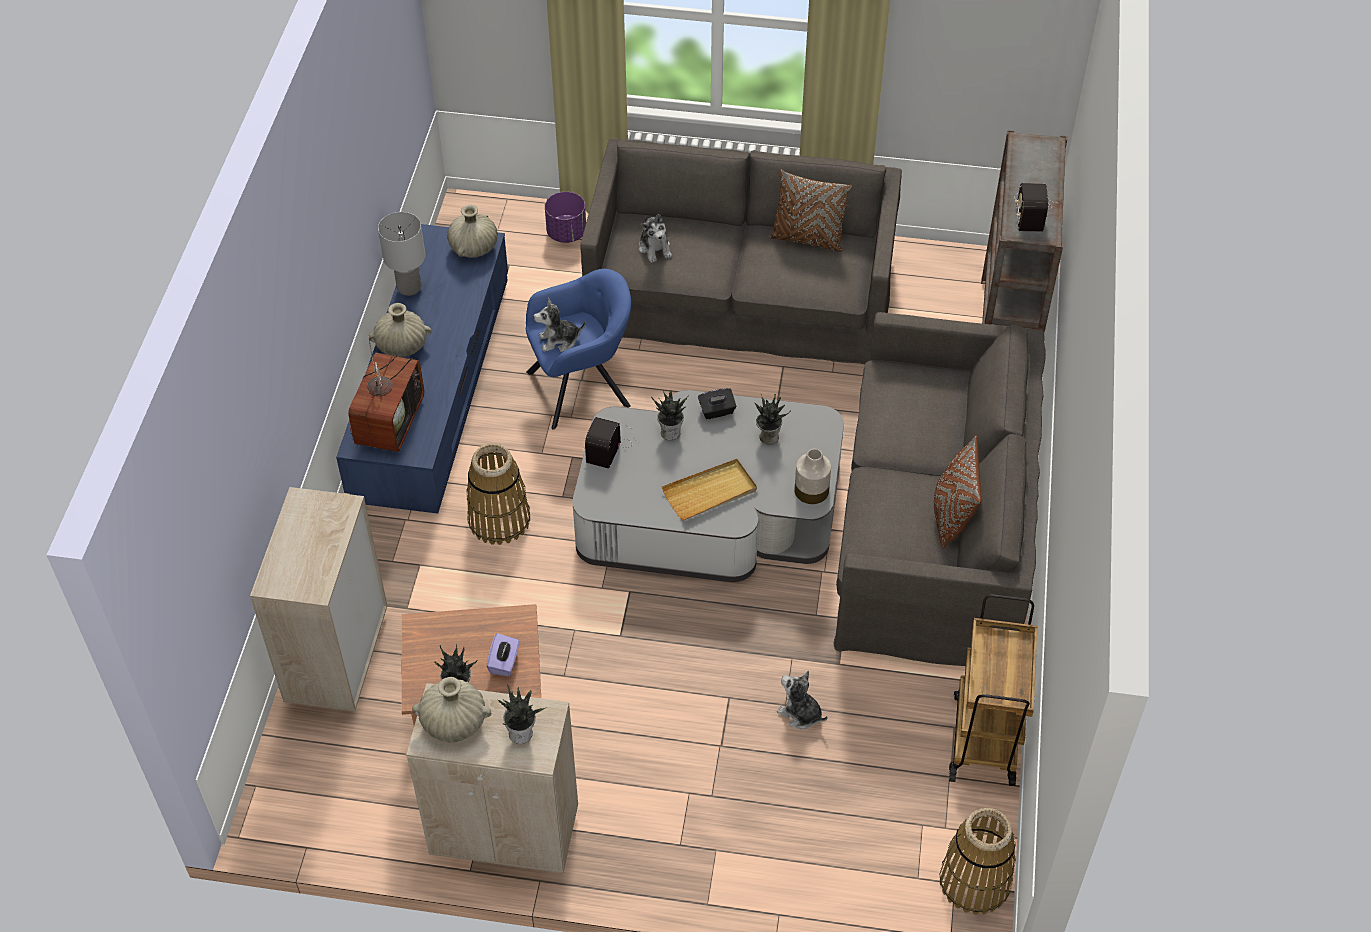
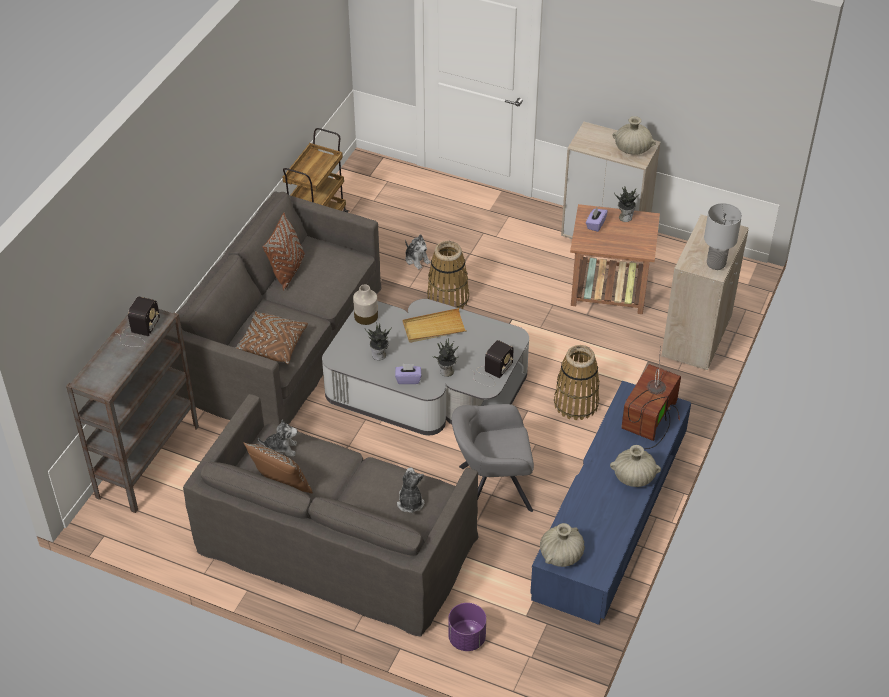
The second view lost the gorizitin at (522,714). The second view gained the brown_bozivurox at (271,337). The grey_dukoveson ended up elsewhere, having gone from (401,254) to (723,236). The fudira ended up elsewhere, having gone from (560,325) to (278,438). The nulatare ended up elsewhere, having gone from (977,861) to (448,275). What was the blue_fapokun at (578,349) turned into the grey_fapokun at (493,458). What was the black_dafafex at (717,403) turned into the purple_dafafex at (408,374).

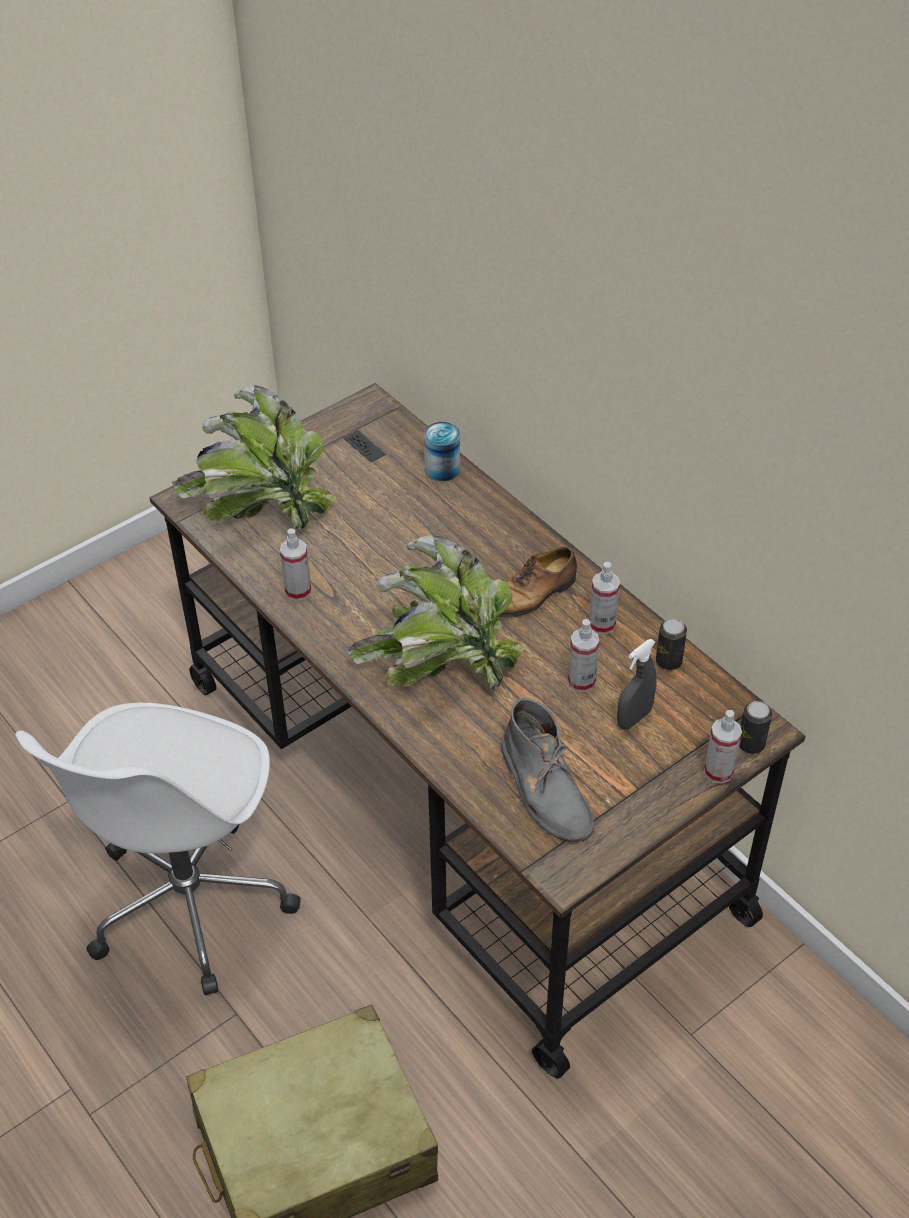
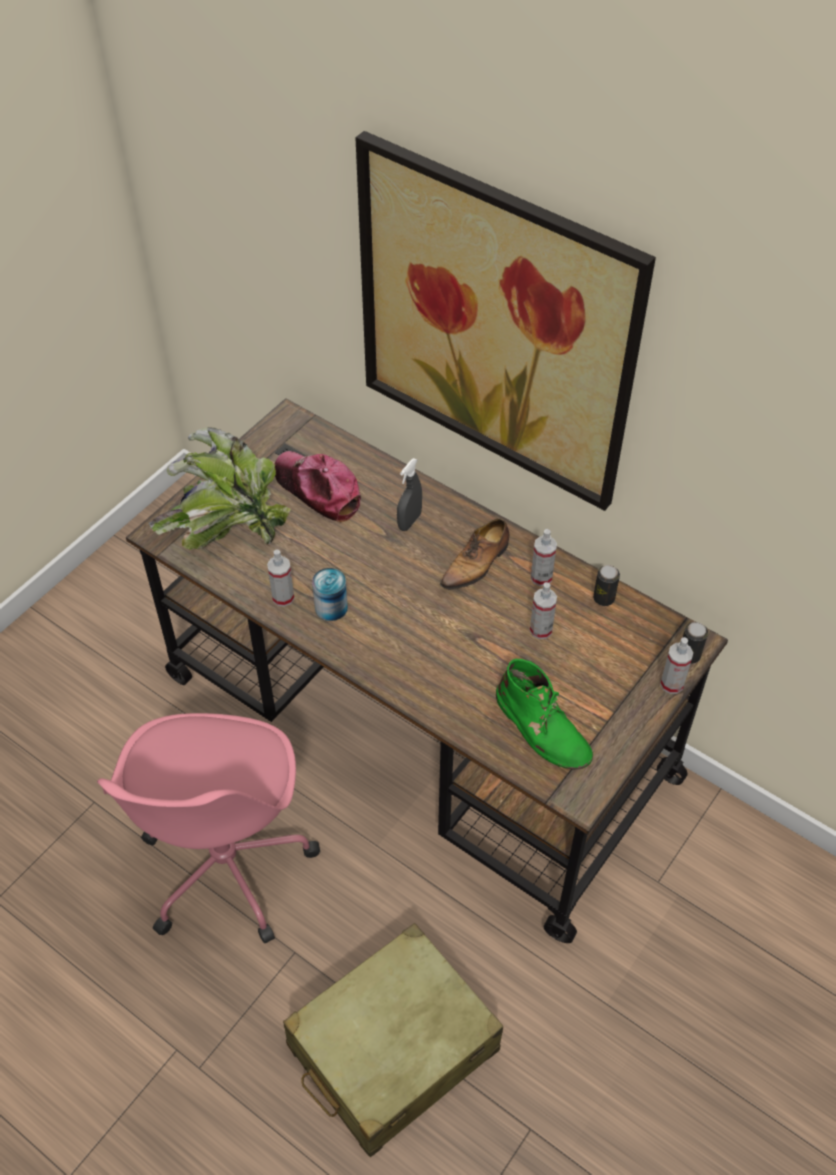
The second view lost the gorizitin at (435,612). The second view gained the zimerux at (318,486). The second view gained the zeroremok at (506,321). The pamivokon ended up elsewhere, having gone from (442,451) to (330,594). The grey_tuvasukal ended up elsewhere, having gone from (637,684) to (409,494). What was the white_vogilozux at (158,848) turned into the pink_vogilozux at (208,828). What was the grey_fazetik at (548,770) turned into the green_fazetik at (544,714).

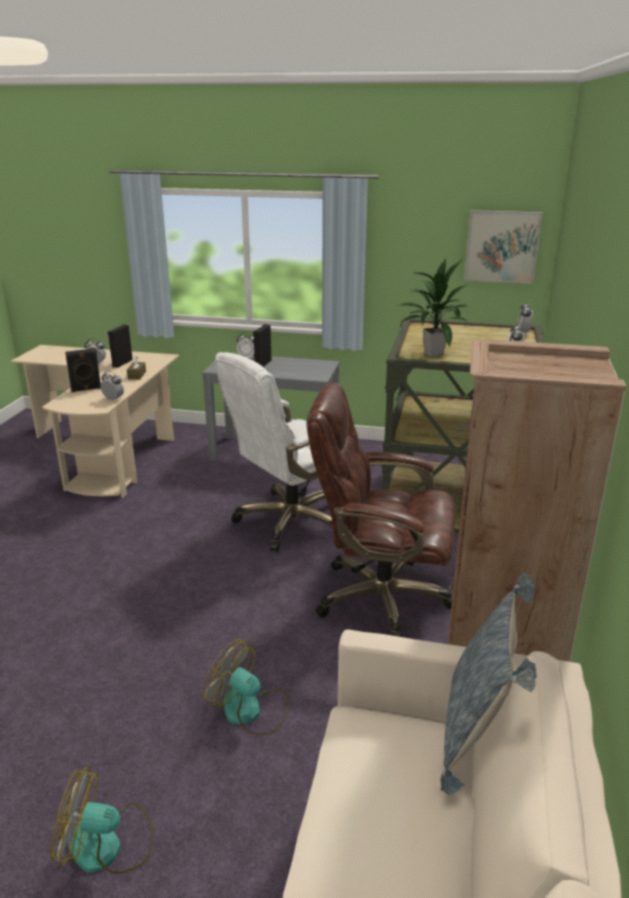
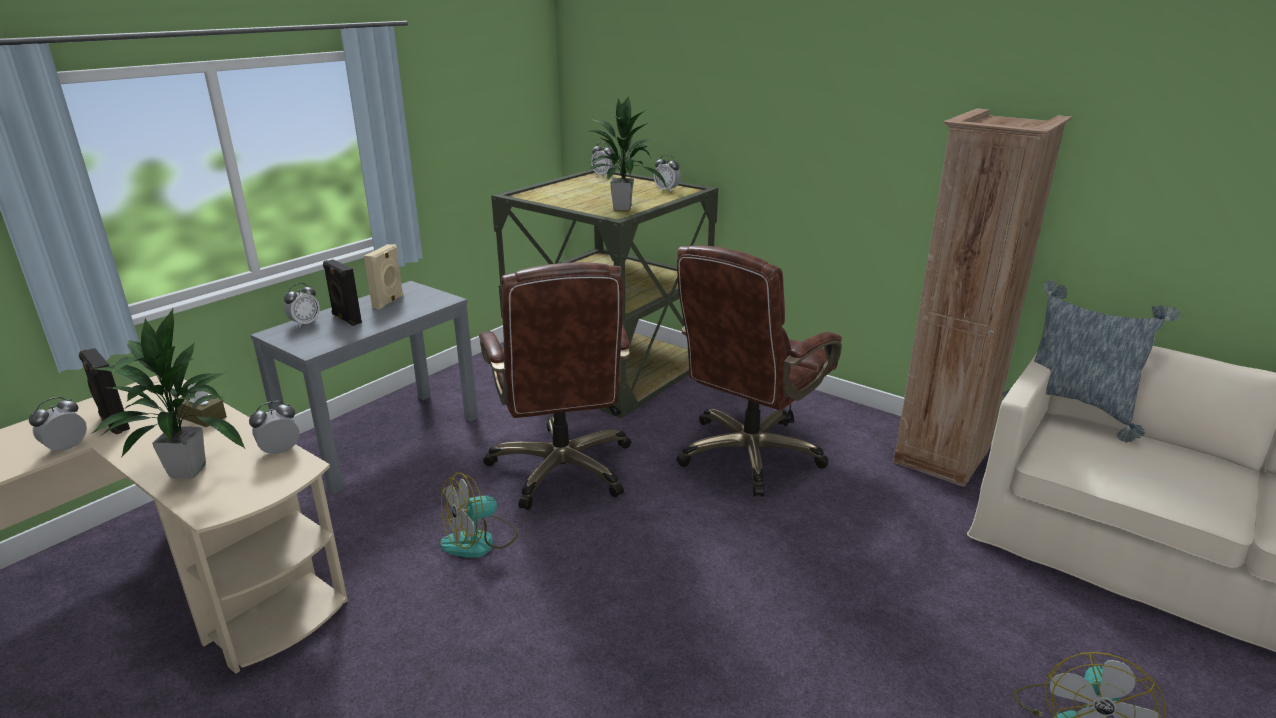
The second view lost the zeroremok at (503,247). The second view gained the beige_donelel at (384,276). The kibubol ended up elsewhere, having gone from (245,687) to (479,515). Where the black_donelel stood at (83,370), the gorizitin came to stand at (168,393). What was the white_vogilozux at (274,452) turned into the brown_vogilozux at (555,386).

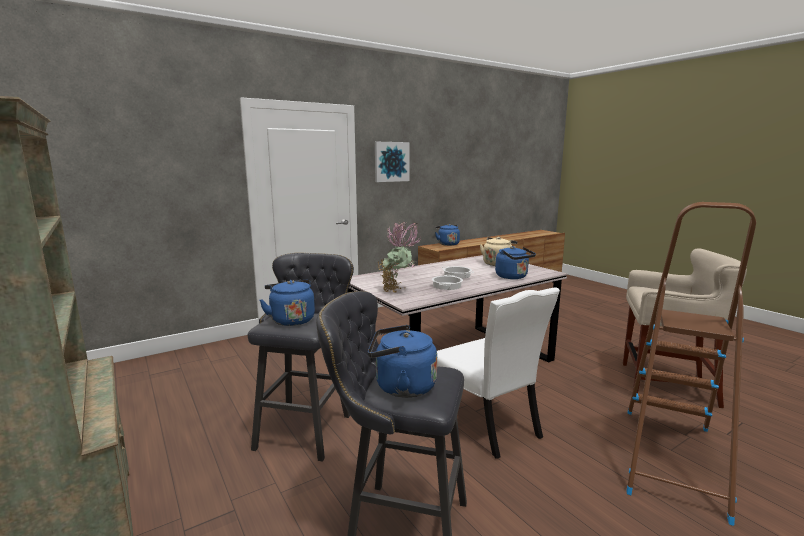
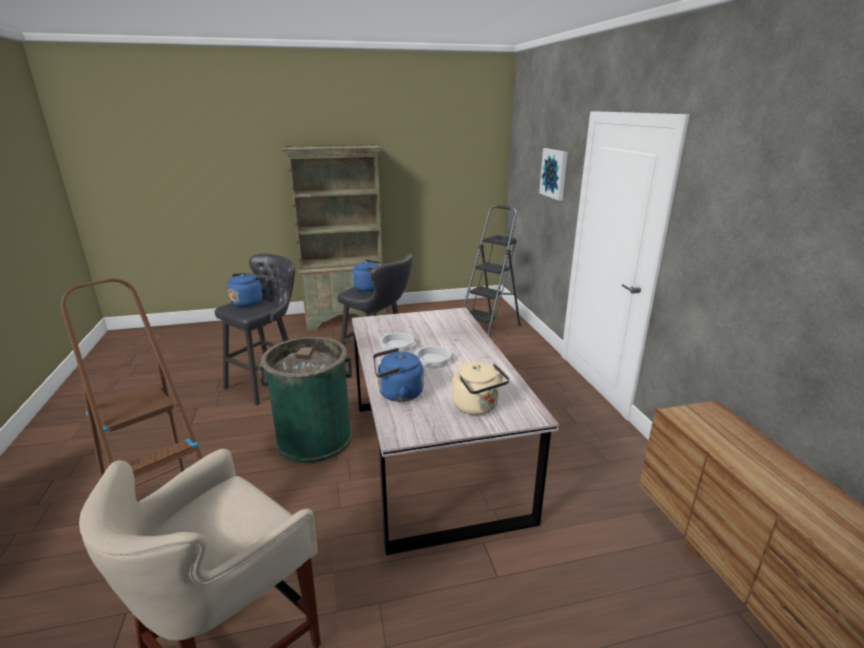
The second view lost the gorizitin at (399,257). The second view lost the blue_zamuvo at (447,235). The second view gained the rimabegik at (492,270). The zeroremok ended up elsewhere, having gone from (392,162) to (553,174). Where the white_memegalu stood at (498,373), the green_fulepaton came to stand at (305,400).

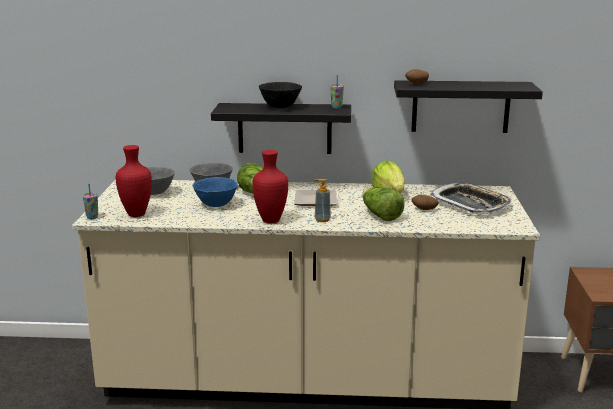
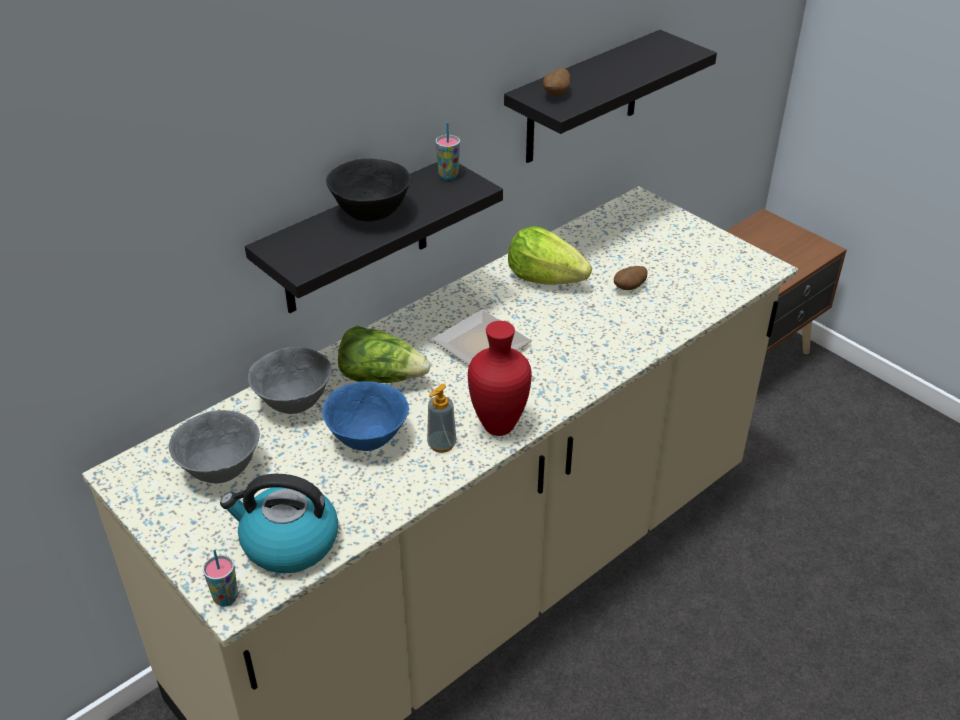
The second view lost the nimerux at (383,204). The second view lost the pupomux at (471,198). The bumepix ended up elsewhere, having gone from (323,200) to (441,418). Where the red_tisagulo stood at (134,181), the zamuvo came to stand at (279,523).

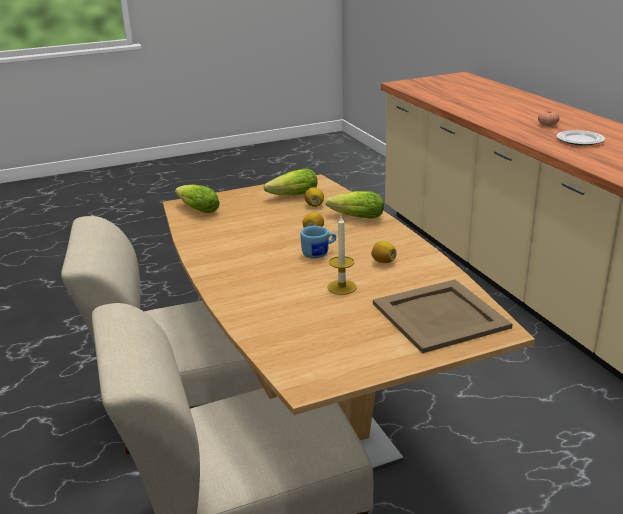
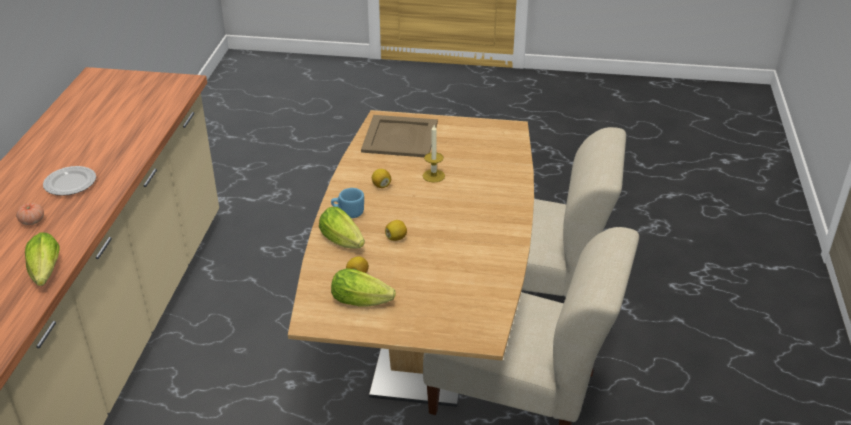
The nimerux ended up elsewhere, having gone from (197,198) to (42,259). The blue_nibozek ended up elsewhere, having gone from (318,242) to (347,203).

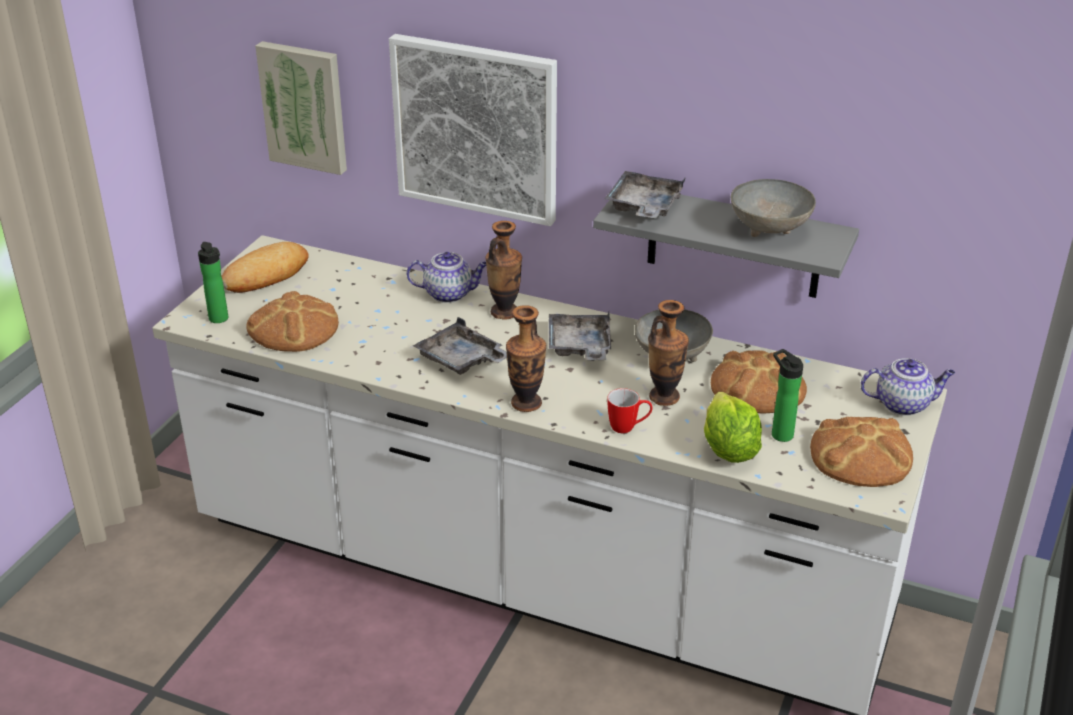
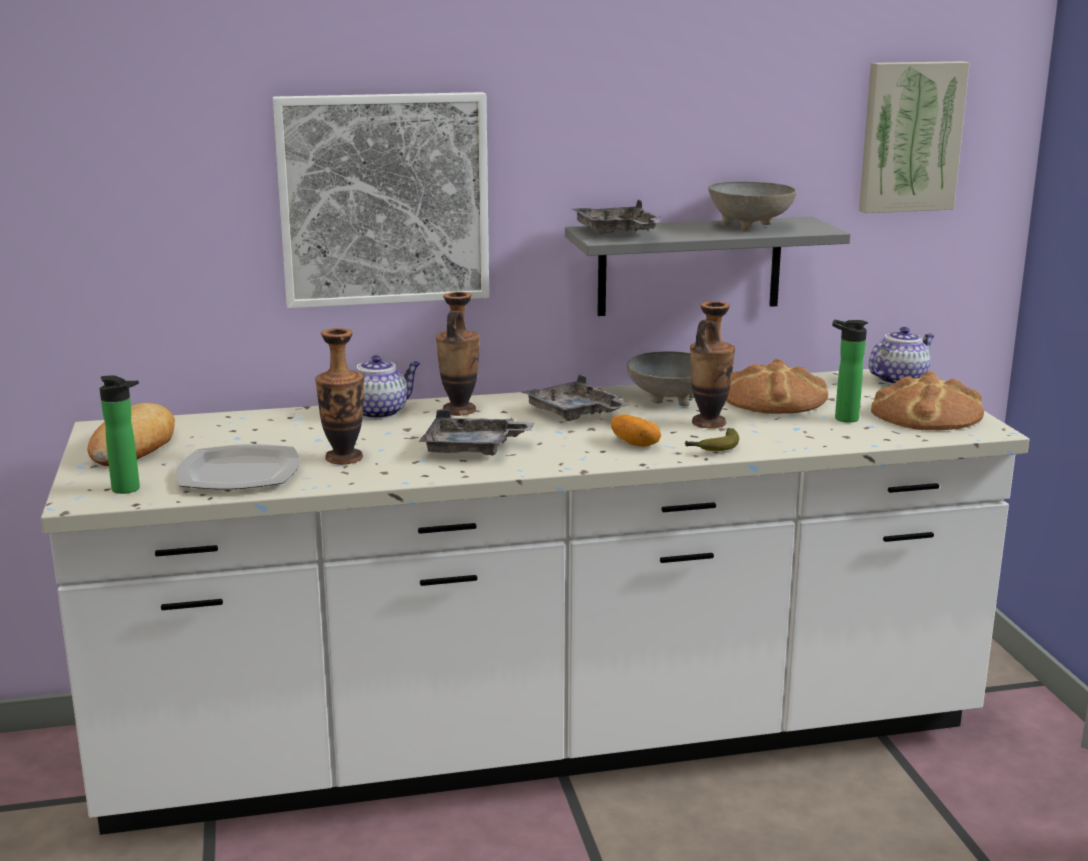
The second view lost the nimerux at (733,427). The second view gained the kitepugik at (636,430). The zeroremok ended up elsewhere, having gone from (301,108) to (914,137). The tisagulo ended up elsewhere, having gone from (526,358) to (339,396). Where the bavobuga stood at (292,321), the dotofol came to stand at (238,466). Where the nibozek stood at (630,410), the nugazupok came to stand at (712,439).

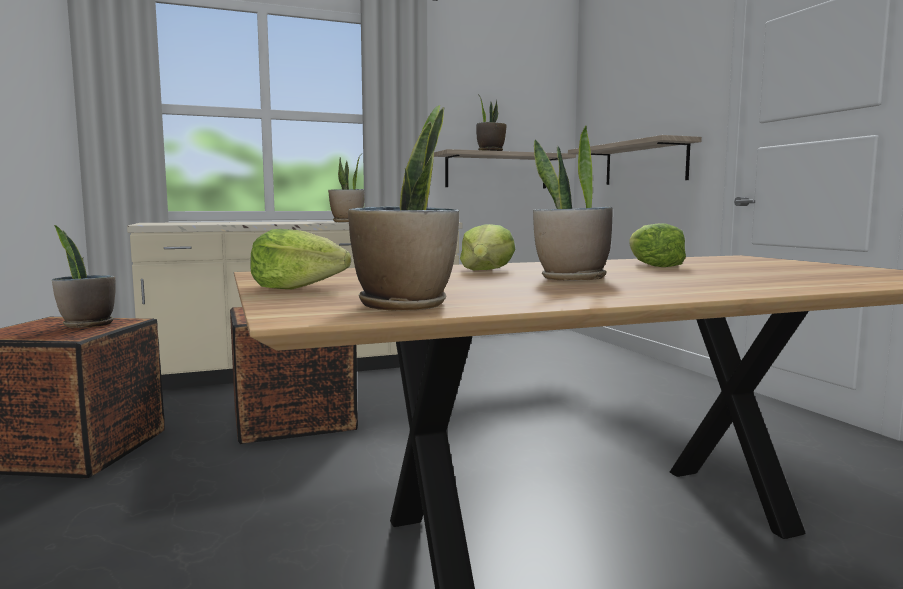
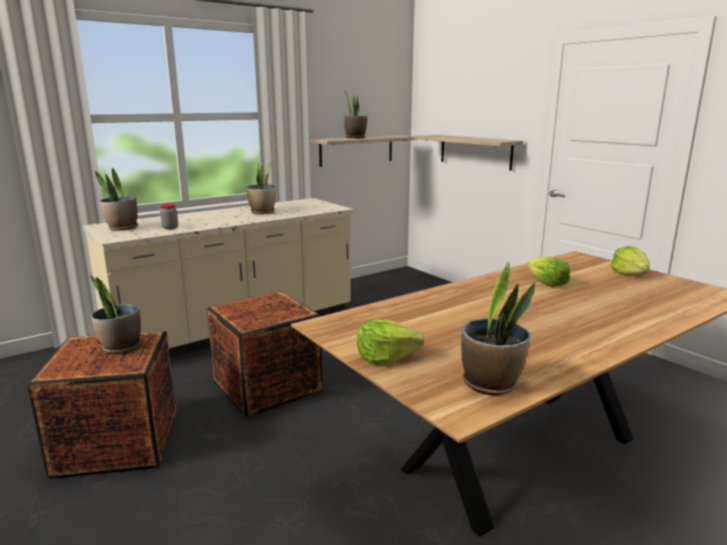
The second view gained the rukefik at (169,216). The nimerux ended up elsewhere, having gone from (487,247) to (630,260). The gorizitin ended up elsewhere, having gone from (572,203) to (116,199).

